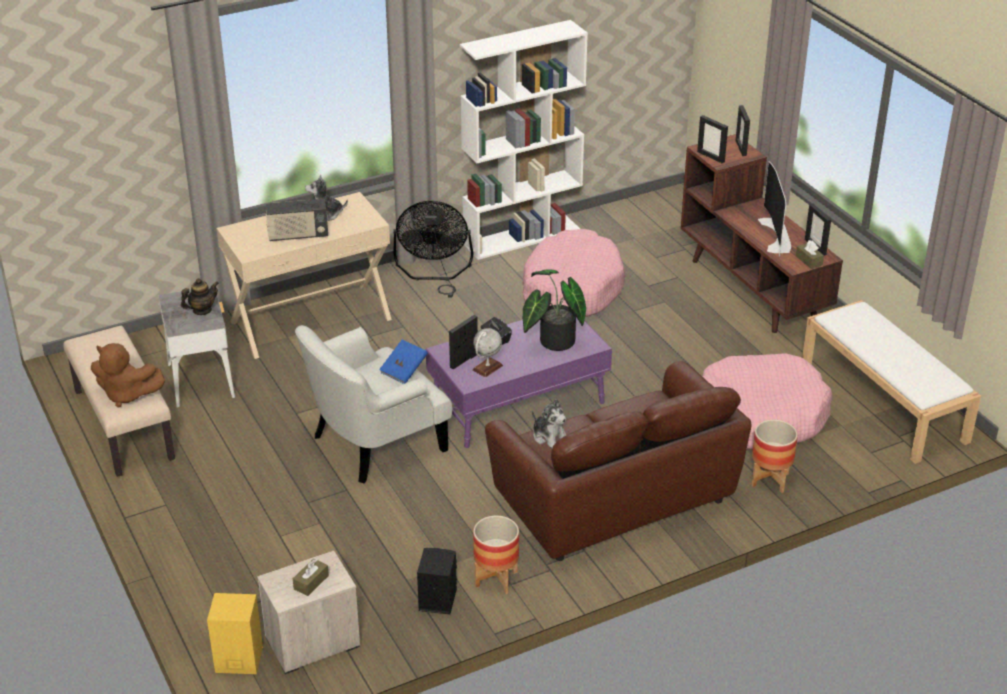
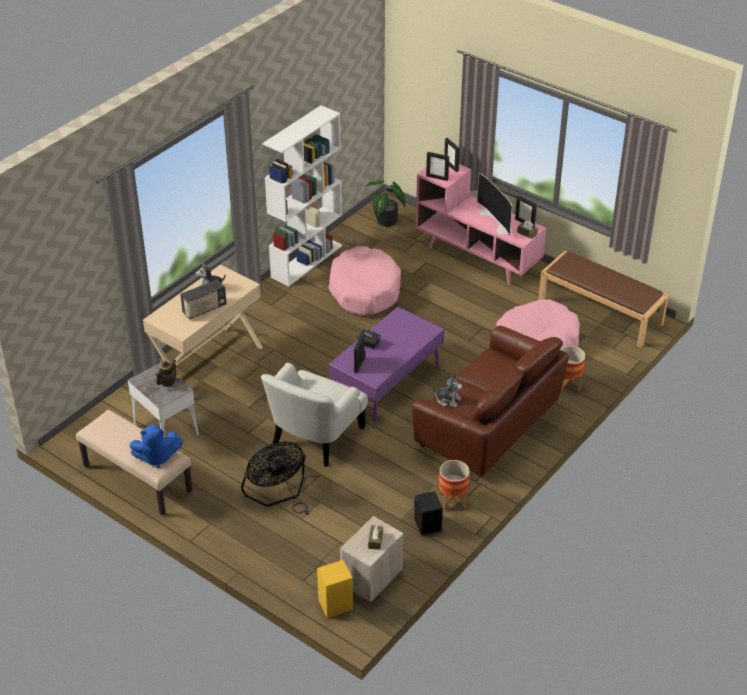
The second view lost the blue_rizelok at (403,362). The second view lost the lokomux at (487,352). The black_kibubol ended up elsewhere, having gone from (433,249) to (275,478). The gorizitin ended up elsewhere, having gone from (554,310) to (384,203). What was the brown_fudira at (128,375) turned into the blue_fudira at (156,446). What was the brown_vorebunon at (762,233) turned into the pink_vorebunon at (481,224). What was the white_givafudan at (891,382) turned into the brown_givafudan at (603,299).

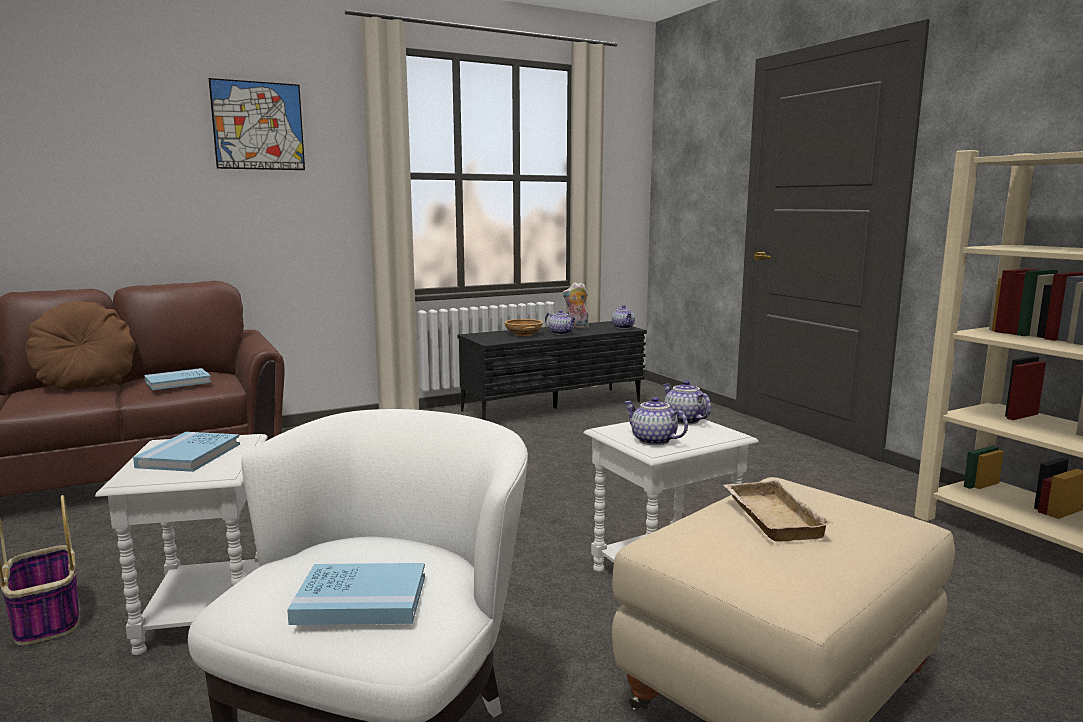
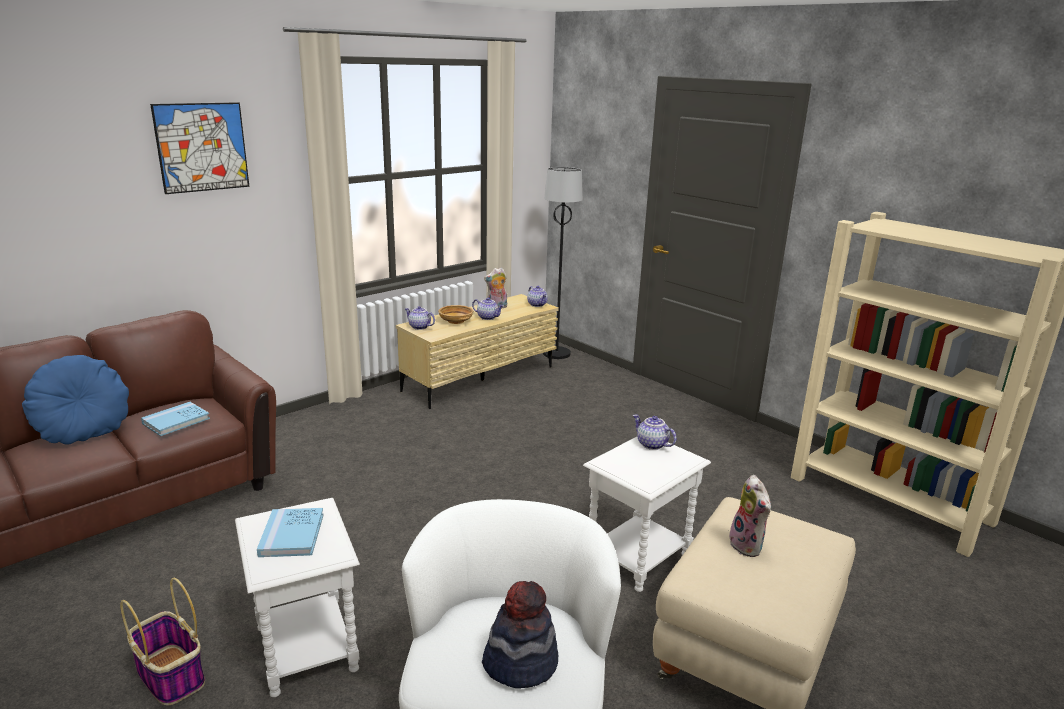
The second view gained the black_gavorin at (563,263). The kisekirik ended up elsewhere, having gone from (656,421) to (420,318). Where the blue_rizelok stood at (356,594), the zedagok came to stand at (520,634). Where the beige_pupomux stood at (778,511), the fudira came to stand at (750,516). What was the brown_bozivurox at (81,345) turned into the blue_bozivurox at (75,400). What was the black_vorebunon at (552,370) turned into the beige_vorebunon at (477,351).

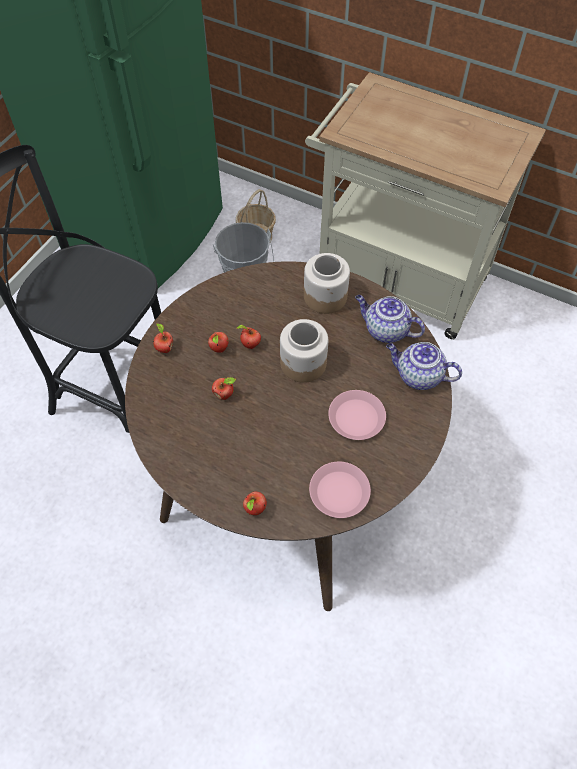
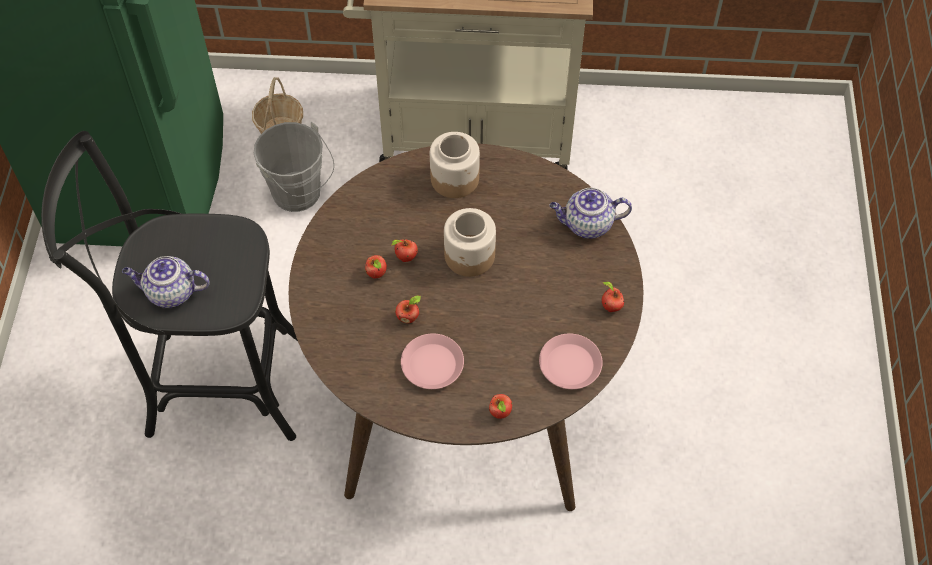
The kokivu ended up elsewhere, having gone from (163,338) to (613,297). The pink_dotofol ended up elsewhere, having gone from (357,415) to (432,361). The kisekirik ended up elsewhere, having gone from (390,319) to (166,282).

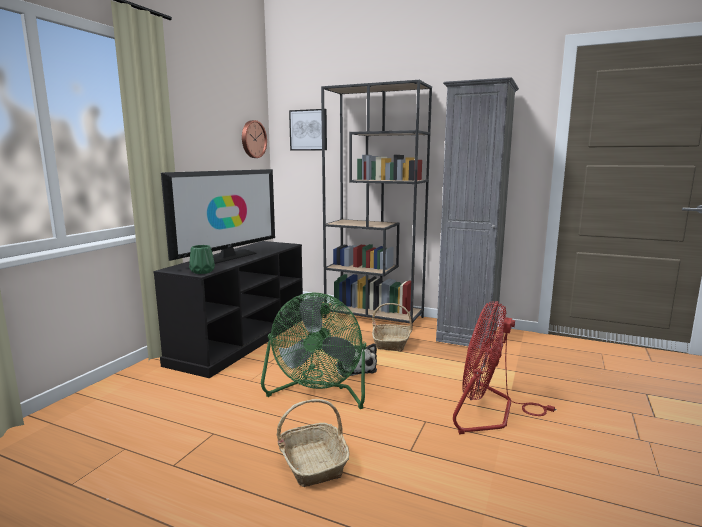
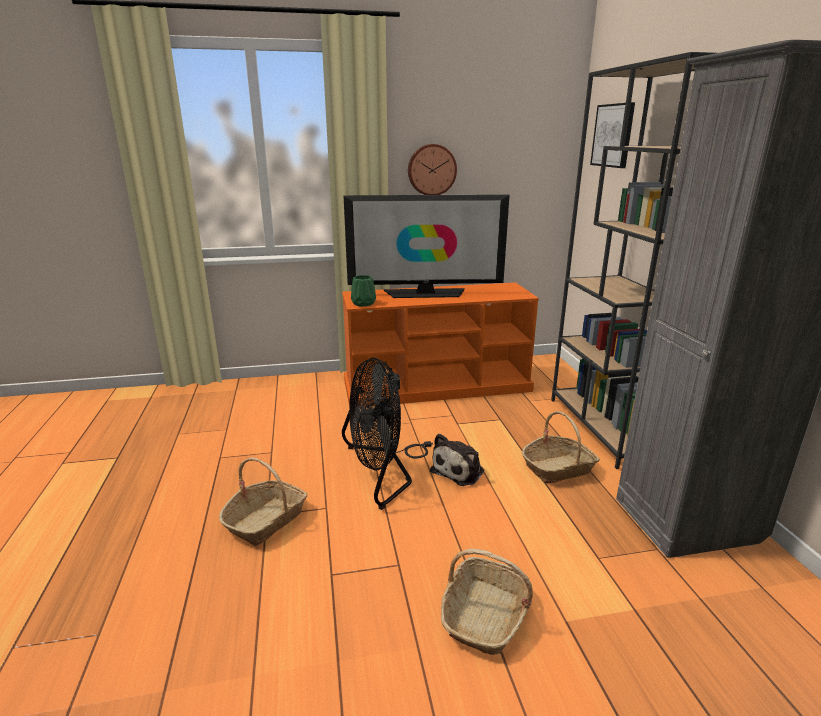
The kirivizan ended up elsewhere, having gone from (254,139) to (432,169). Where the red_kibubol stood at (505,367), the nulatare came to stand at (487,602). What was the black_vorebunon at (228,309) turned into the orange_vorebunon at (440,344). What was the green_kibubol at (313,351) turned into the black_kibubol at (387,434).

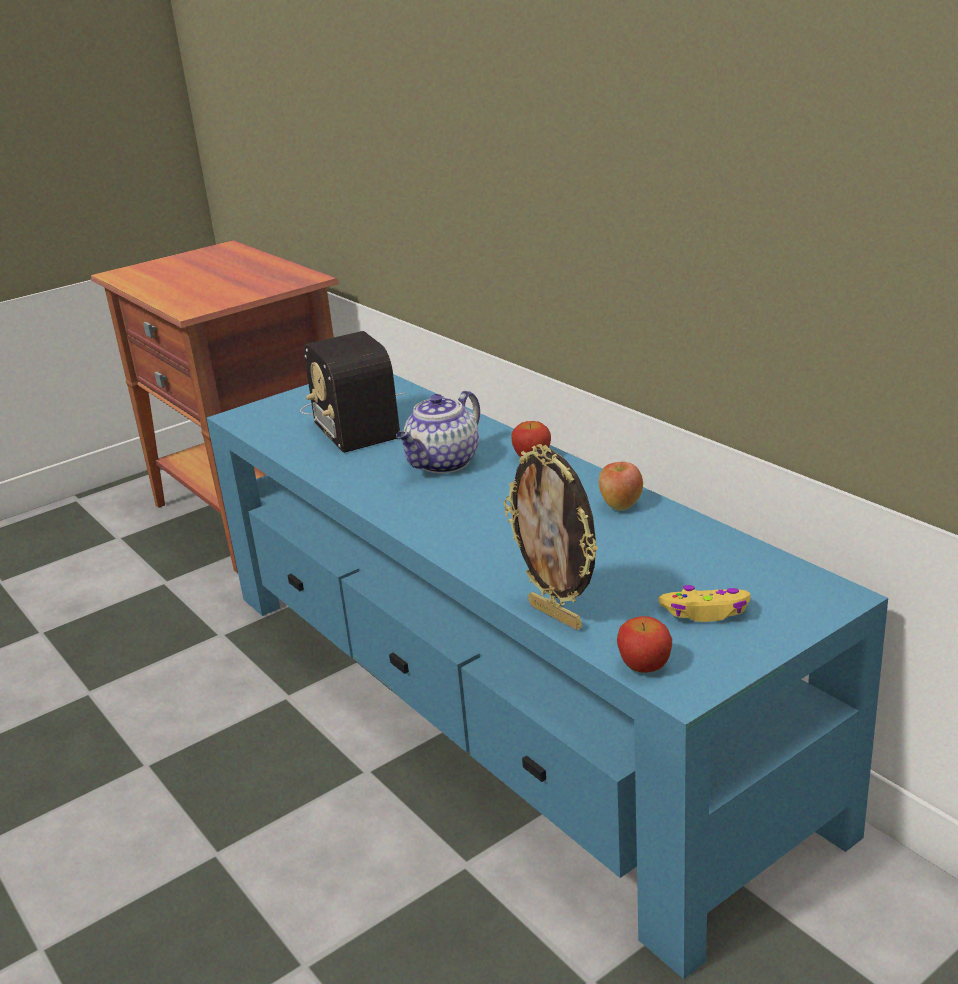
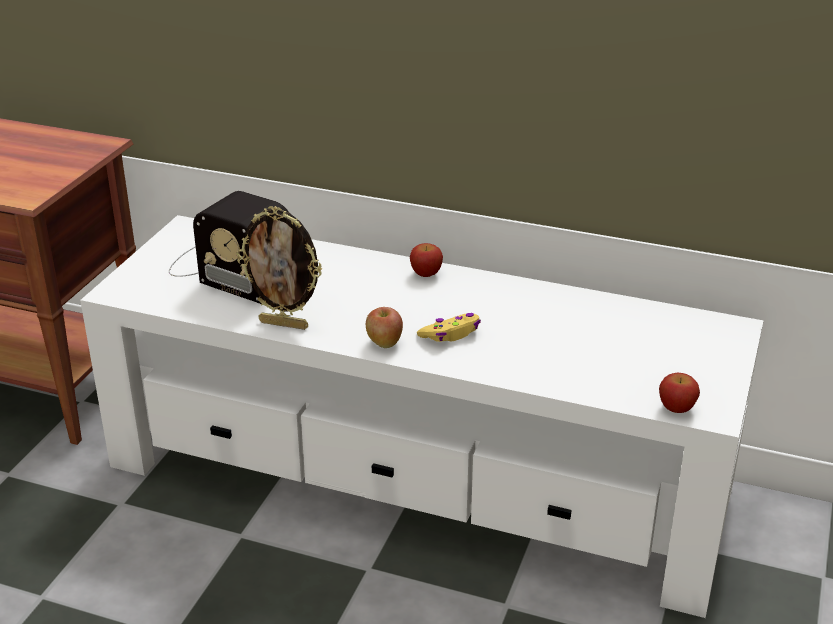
The second view lost the kisekirik at (438,432). The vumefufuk ended up elsewhere, having gone from (551,537) to (279,268). The kokivu ended up elsewhere, having gone from (621,486) to (384,327). The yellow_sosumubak ended up elsewhere, having gone from (704,603) to (449,327). What was the blue_vorebunon at (547,676) turned into the white_vorebunon at (422,416).

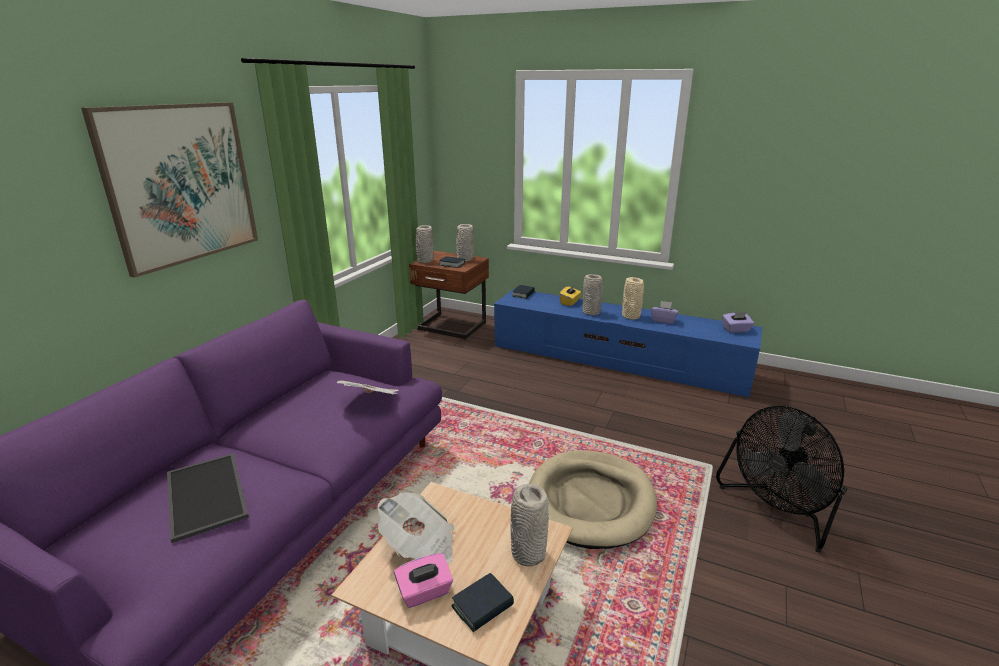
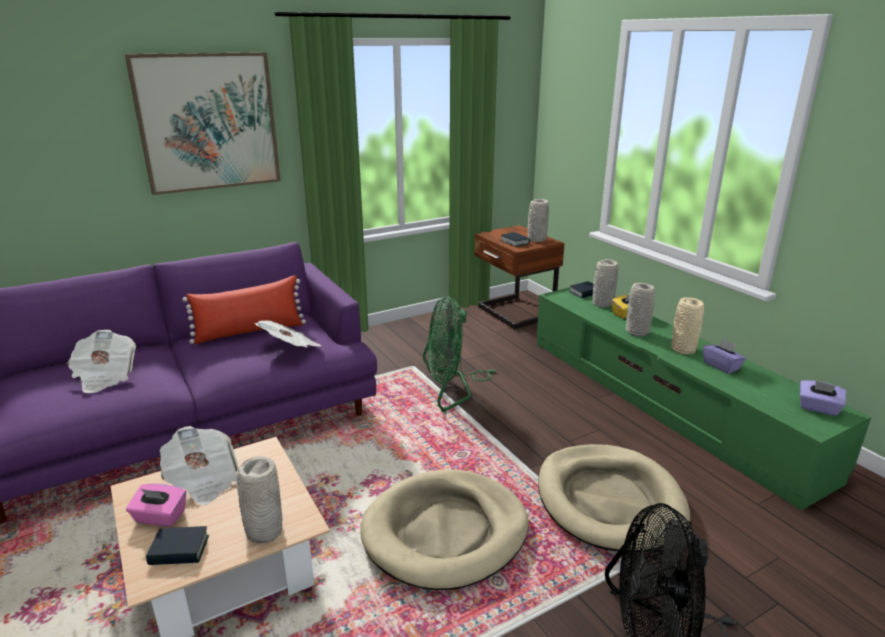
The second view gained the red_bozivurox at (244,309). The second view gained the green_kibubol at (460,354). The second view gained the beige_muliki at (614,498). The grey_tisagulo ended up elsewhere, having gone from (425,244) to (605,283). Where the pupomux stood at (208,498), the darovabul came to stand at (101,362). What was the blue_vorebunon at (628,343) turned into the green_vorebunon at (704,399).

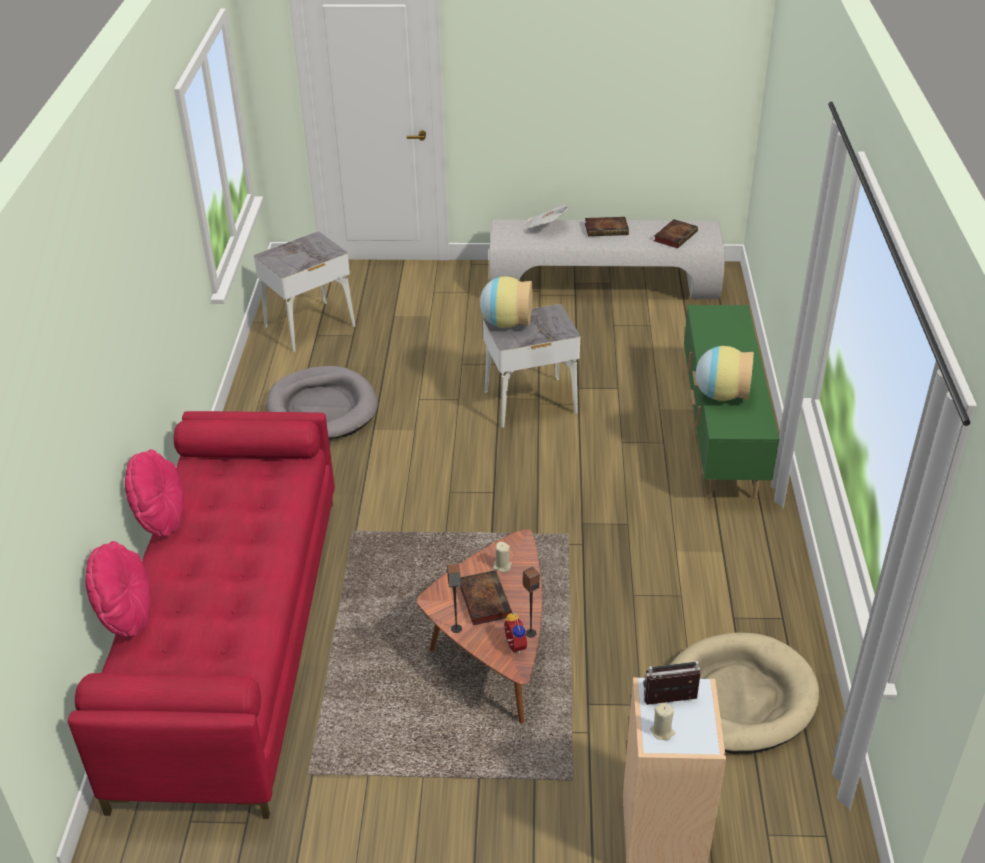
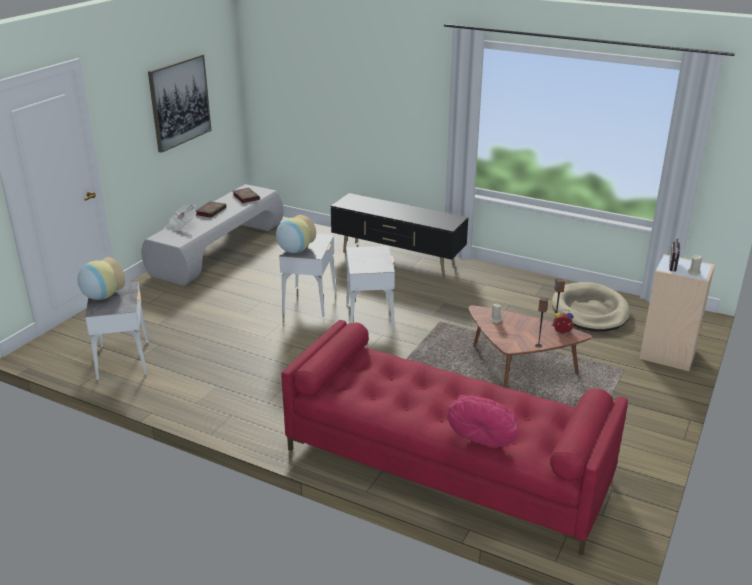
The second view lost the pink_bozivurox at (154,492). The second view lost the grey_muliki at (322,402). The second view lost the rizelok at (486,597). The second view gained the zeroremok at (180,103). The second view gained the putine at (370,288). The tisagulo ended up elsewhere, having gone from (725,373) to (101,278). What was the green_vorebunon at (731,402) turned into the black_vorebunon at (399,234).

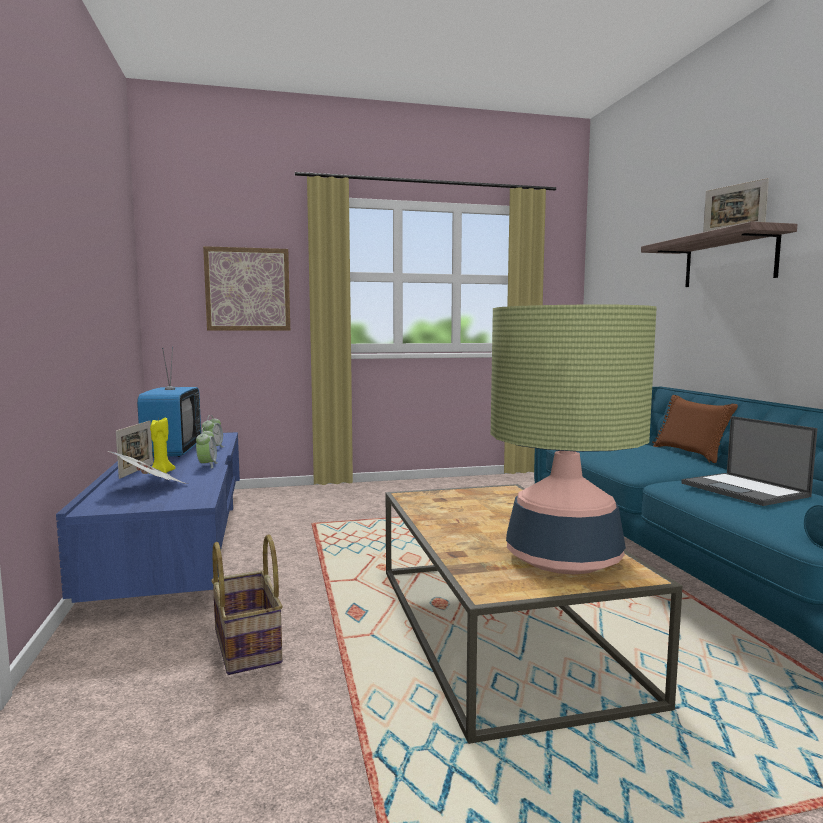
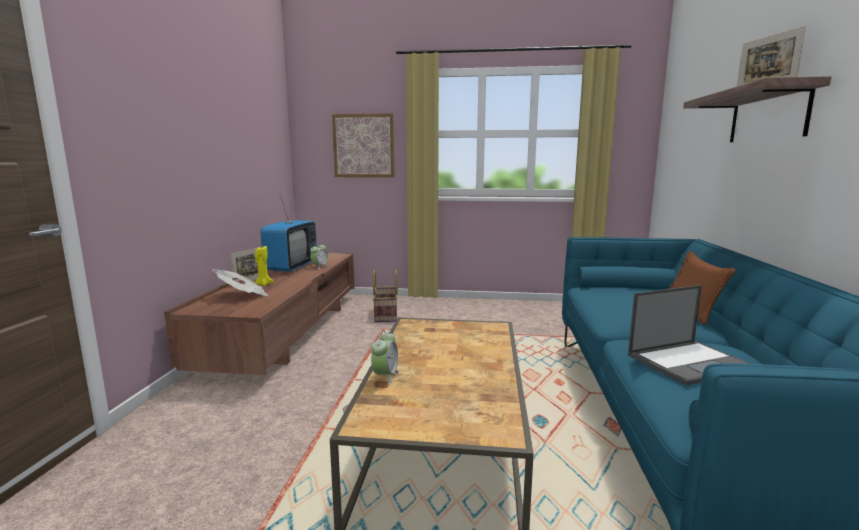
The second view lost the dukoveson at (574,439). The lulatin ended up elsewhere, having gone from (207,448) to (385,357). The nulatare ended up elsewhere, having gone from (247,604) to (385,295). What was the blue_vorebunon at (148,517) turned into the brown_vorebunon at (259,314). The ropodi at (750,461) ended up facing another way, 105 degrees counterclockwise from before.

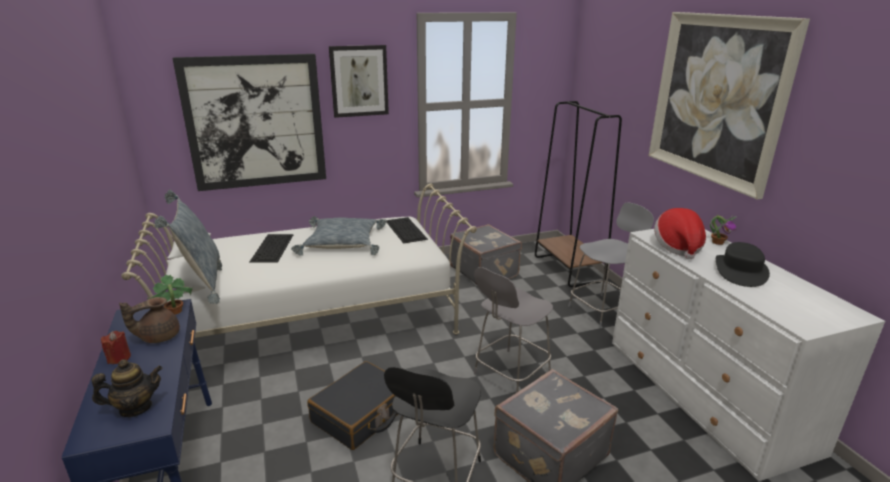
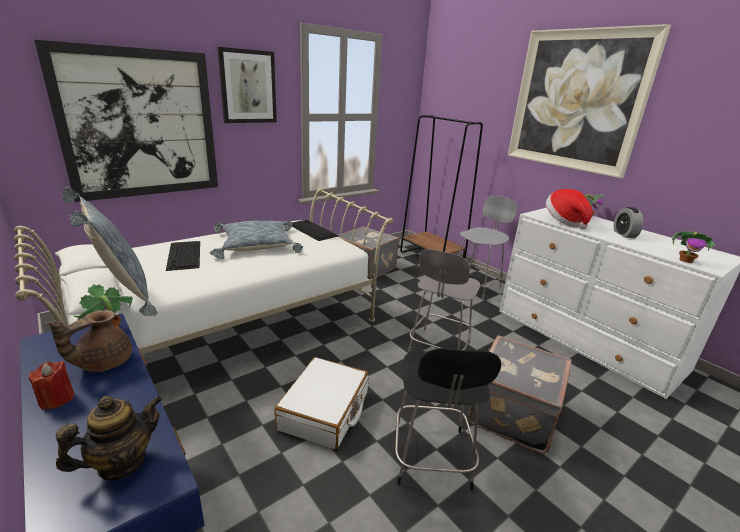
The second view gained the gorizitin at (694,247). Where the black_zedagok stood at (743,264), the lulatin came to stand at (629,222). What was the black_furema at (352,405) turned into the white_furema at (321,403).

